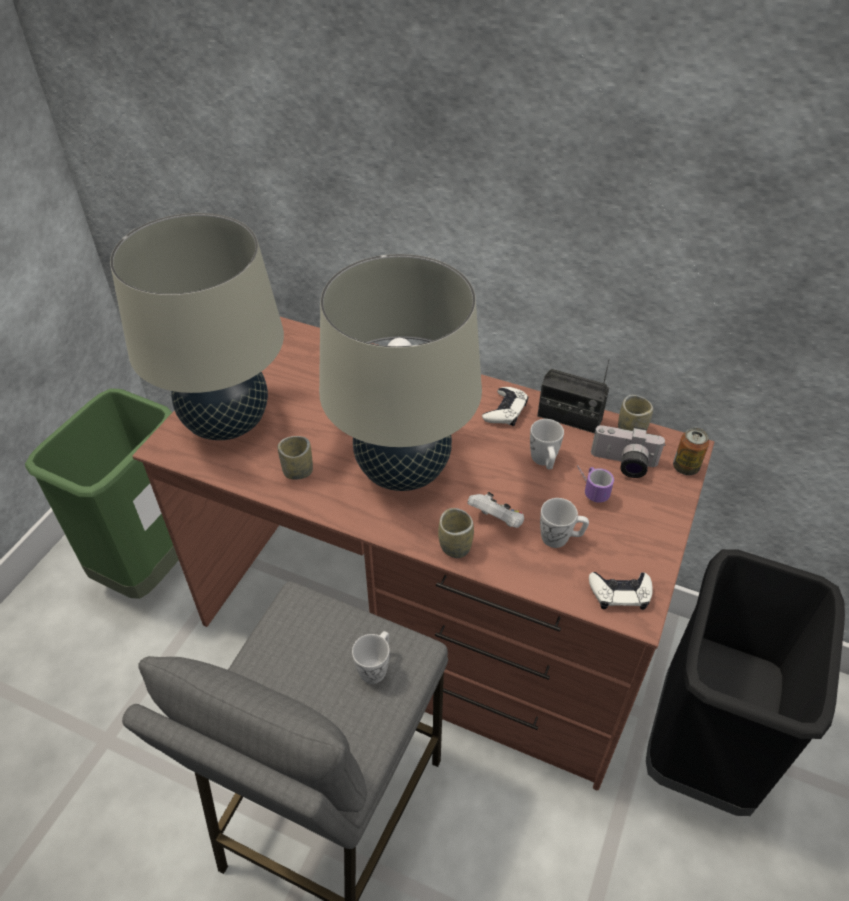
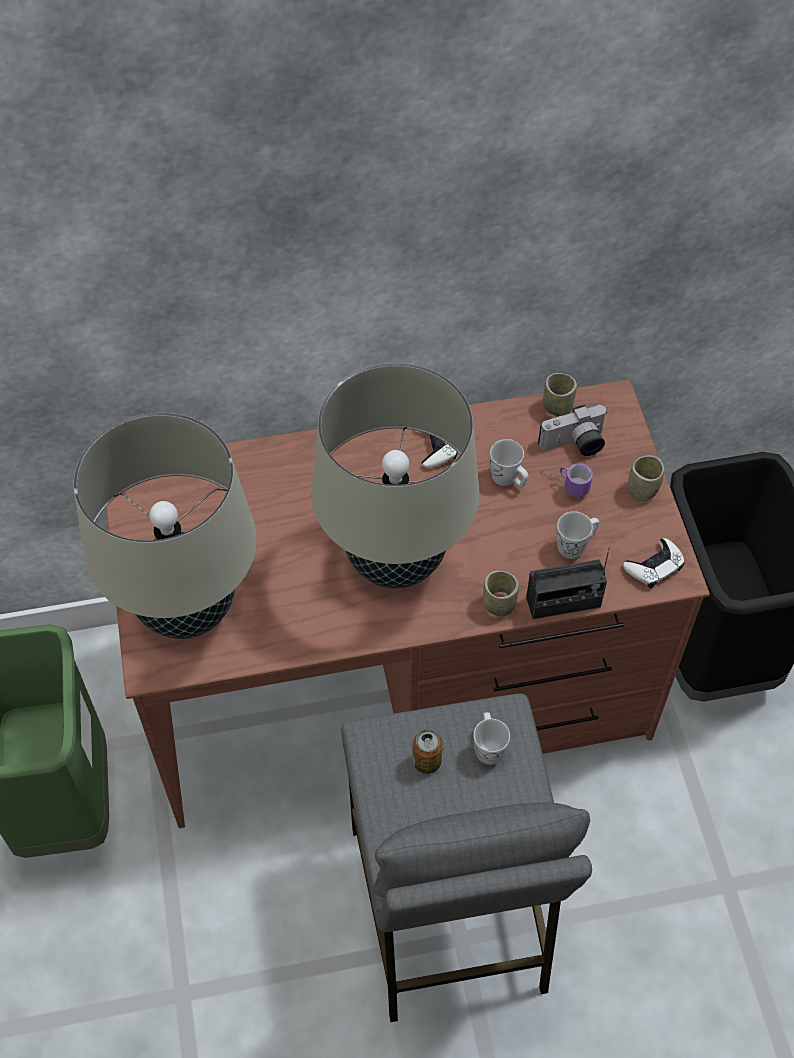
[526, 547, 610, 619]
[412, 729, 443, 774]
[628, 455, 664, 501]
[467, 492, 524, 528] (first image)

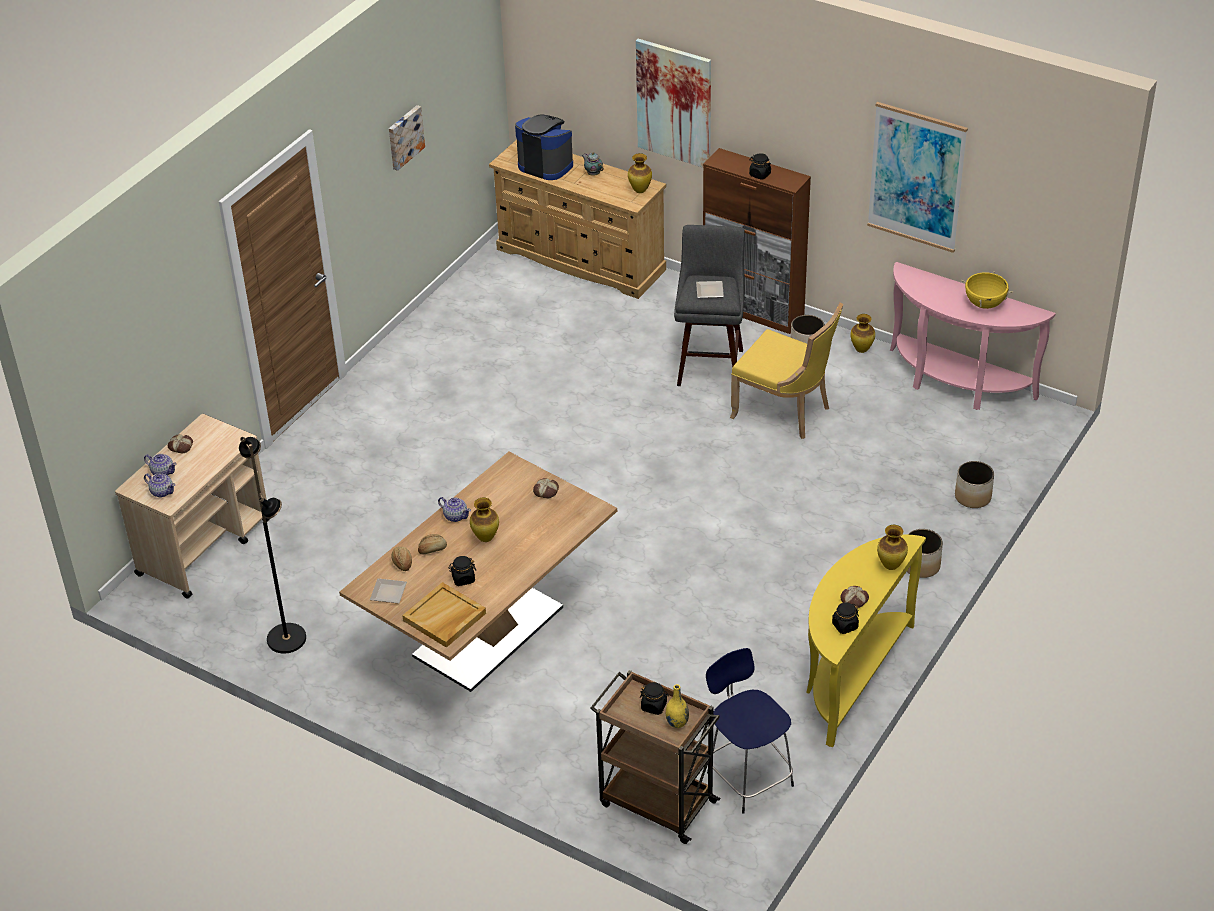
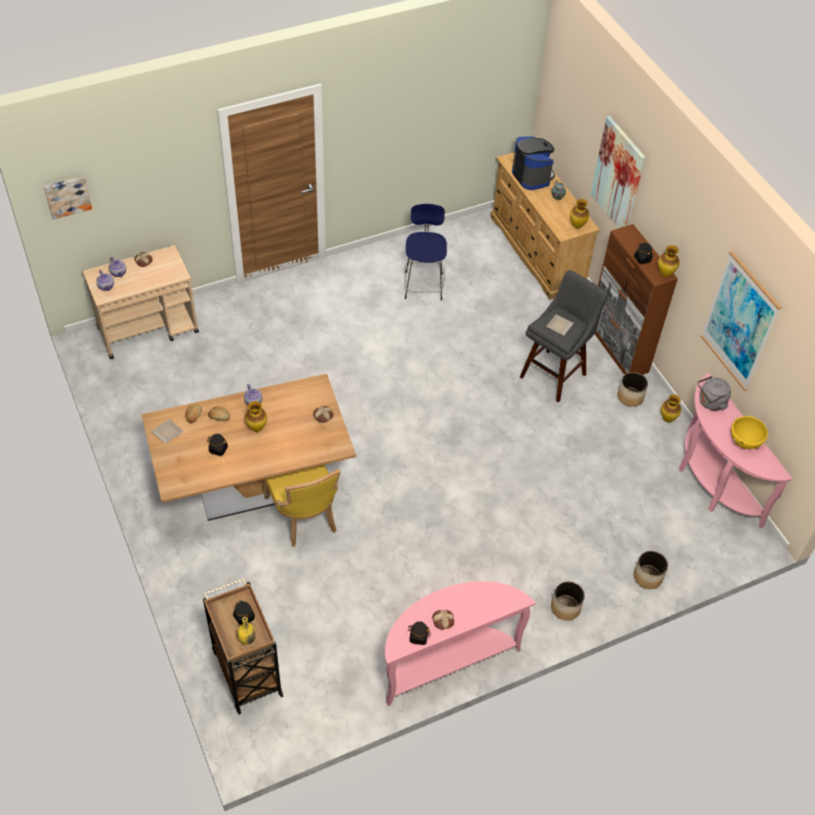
[44, 176, 92, 219]
[262, 464, 340, 547]
[239, 437, 306, 653] (first image)
[658, 245, 680, 277]
[385, 581, 536, 706]
[402, 582, 486, 648] (first image)
[404, 204, 447, 301]
[698, 376, 731, 410]

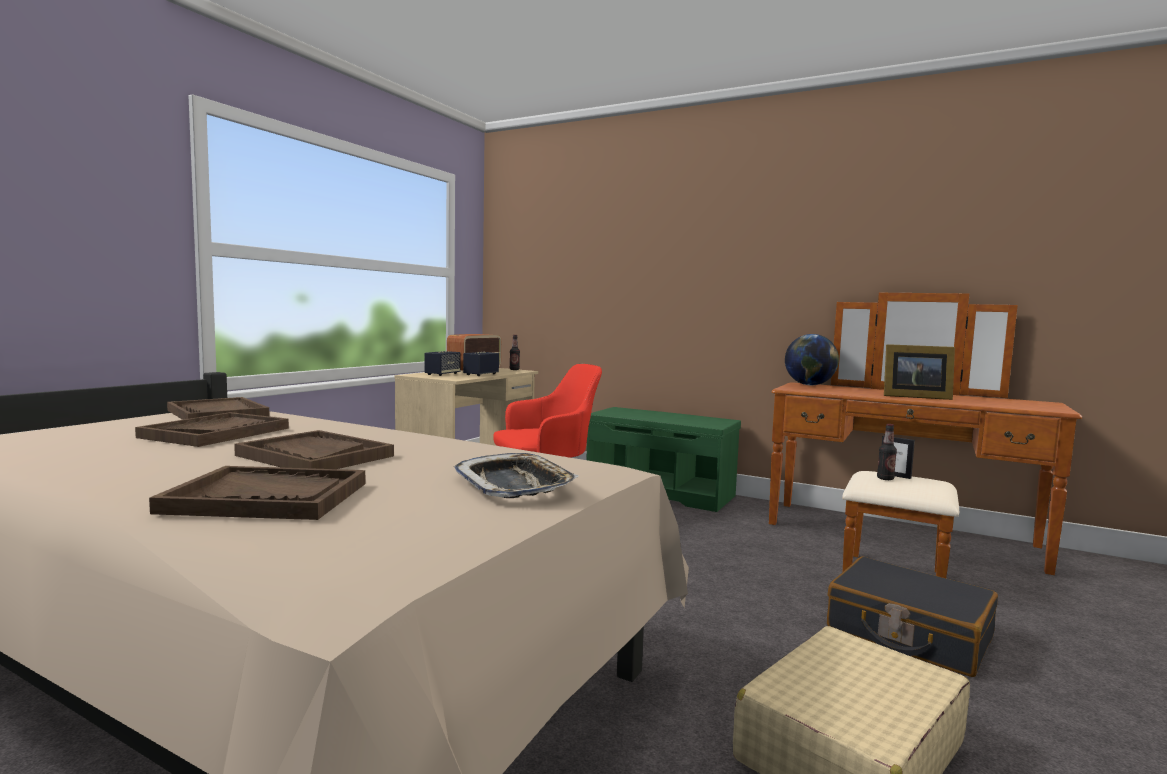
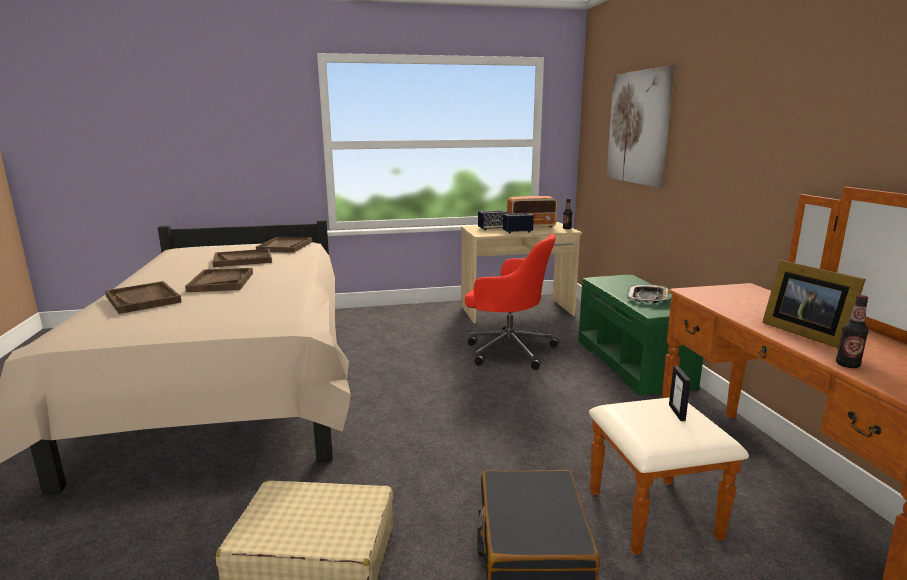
[785, 334, 839, 385] (first image)
[836, 295, 869, 368]
[627, 284, 669, 303]
[606, 65, 675, 188]

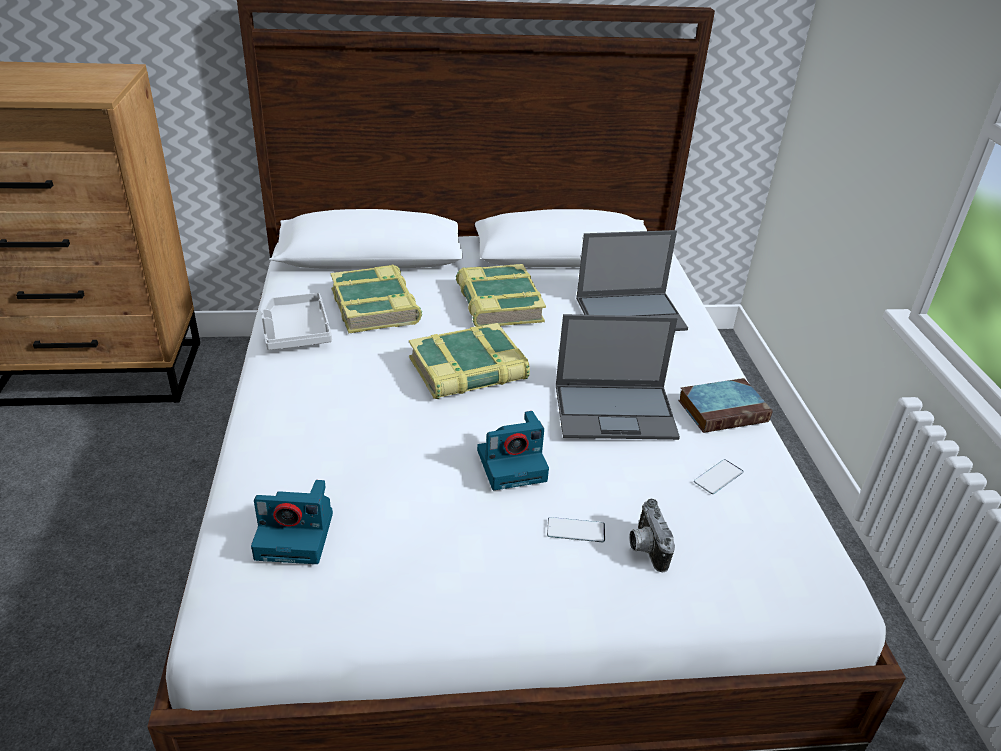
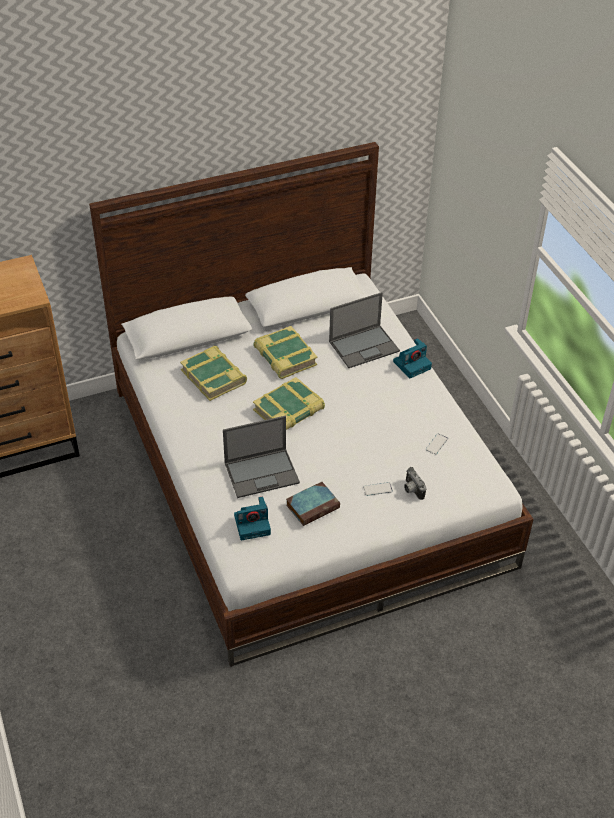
[261, 293, 332, 350] (first image)
[223, 416, 300, 498]
[286, 482, 340, 526]
[393, 338, 432, 378]

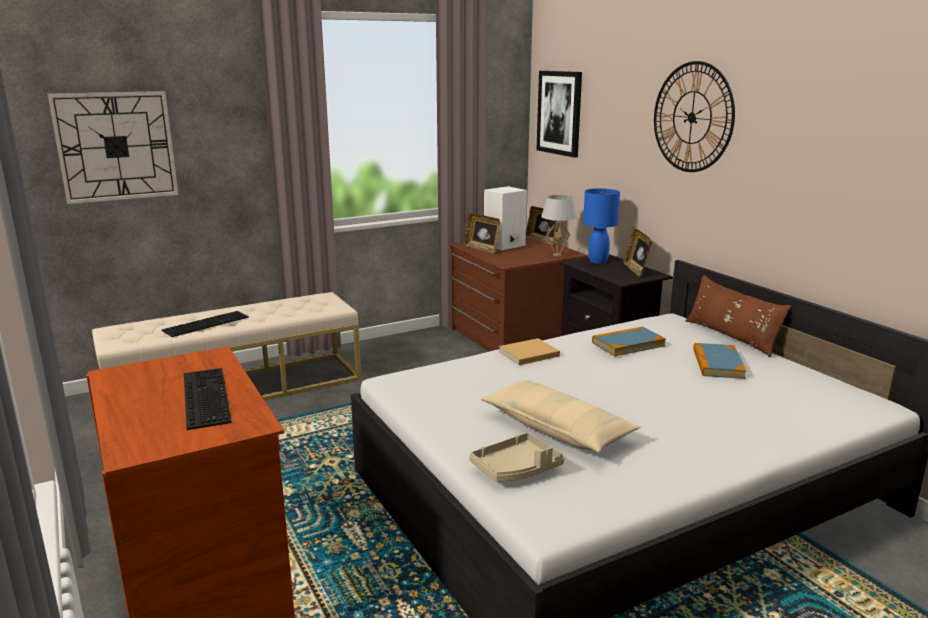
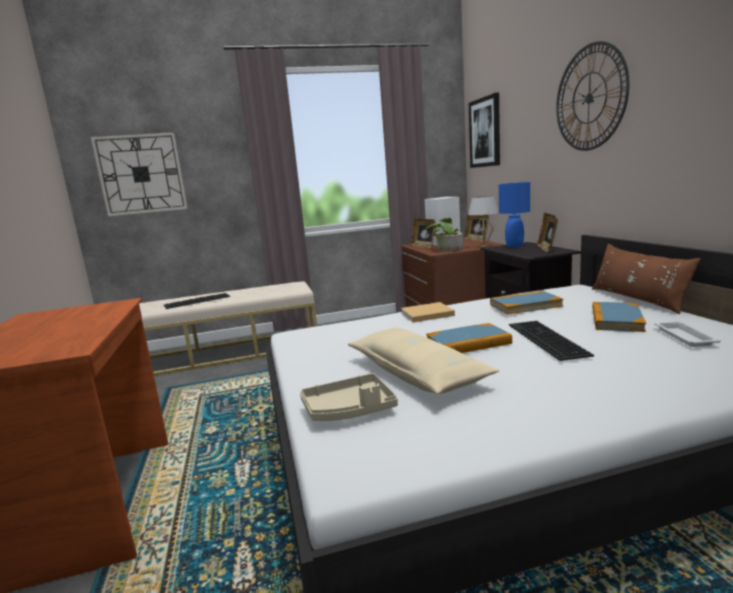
[509, 321, 594, 361]
[426, 218, 463, 252]
[654, 321, 721, 347]
[426, 323, 512, 353]

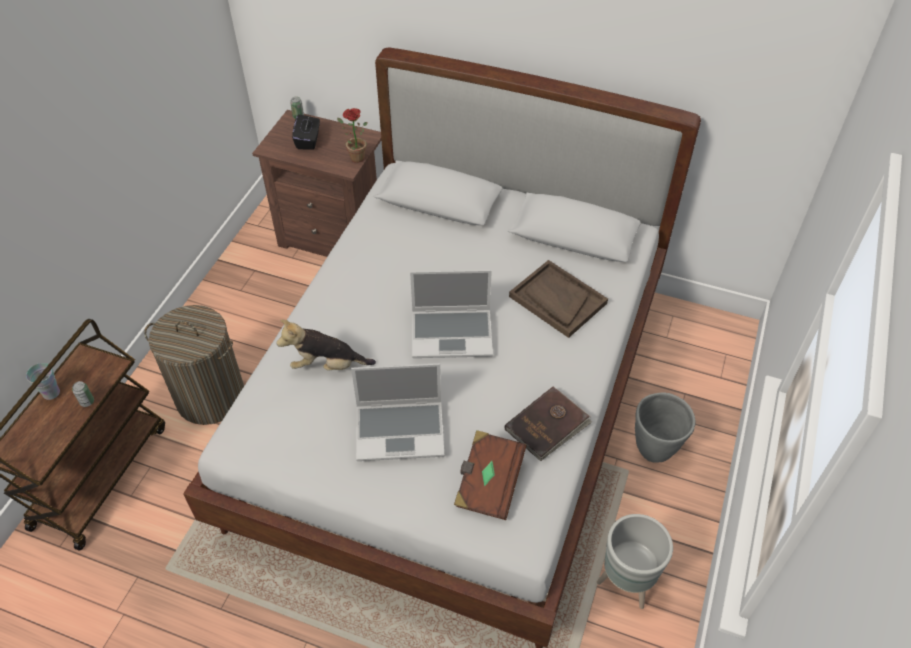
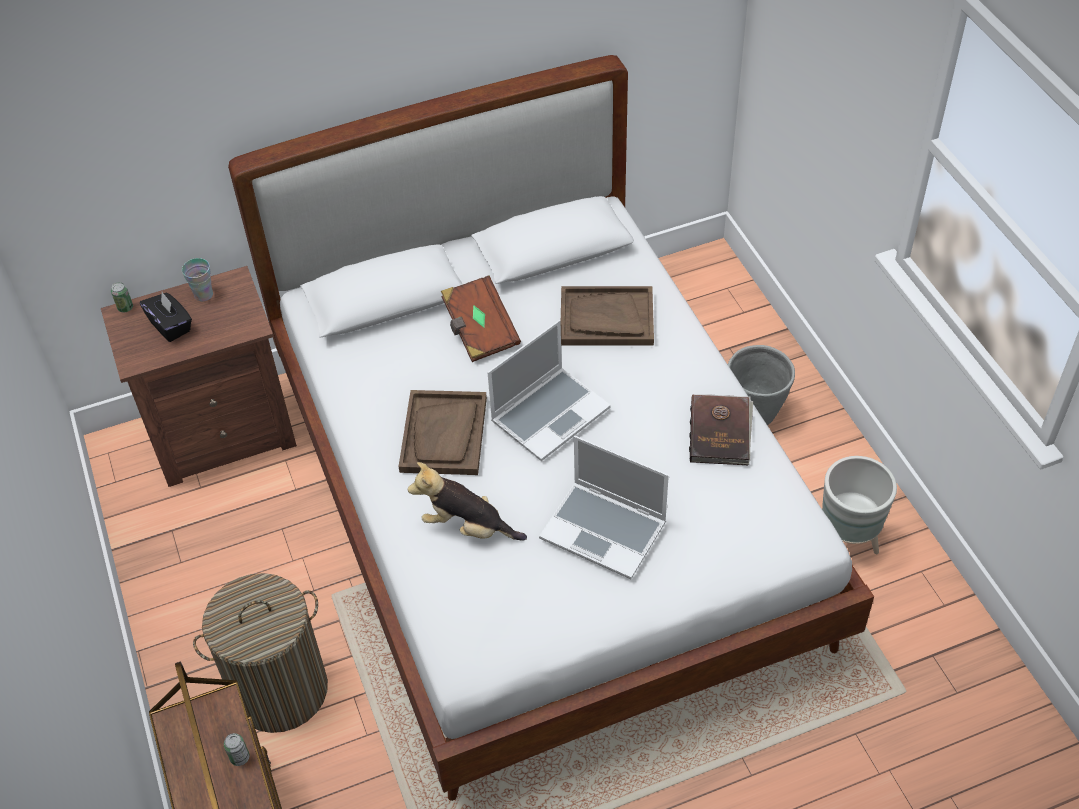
[337, 108, 367, 163] (first image)
[408, 462, 527, 541]
[182, 258, 213, 301]
[539, 436, 669, 579]
[441, 275, 521, 362]
[398, 390, 487, 475]

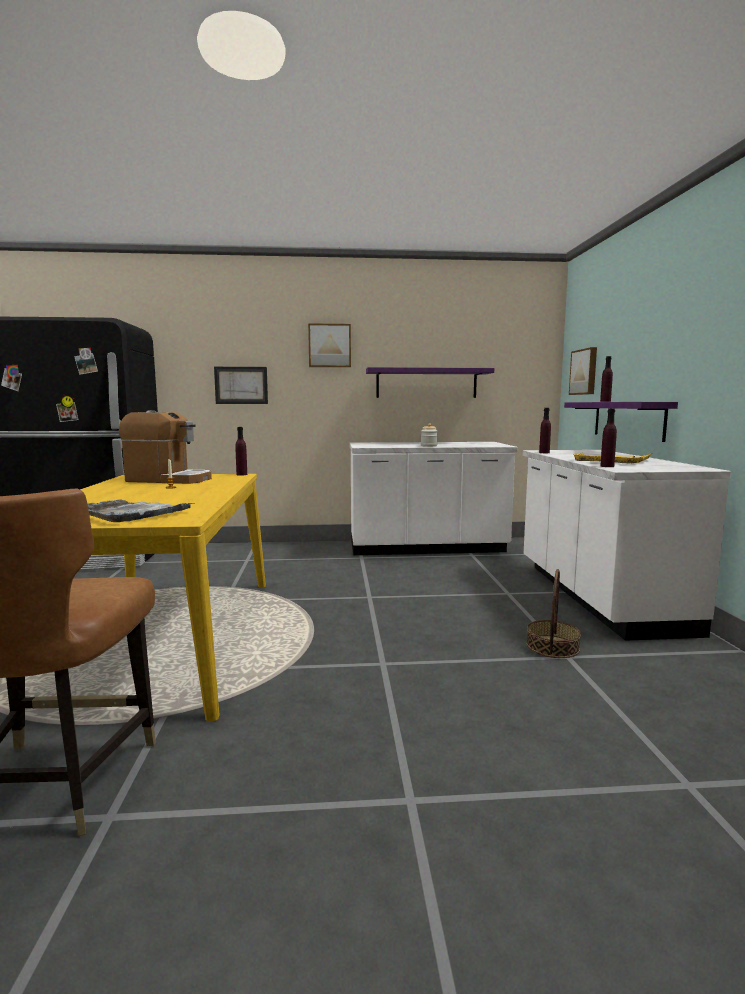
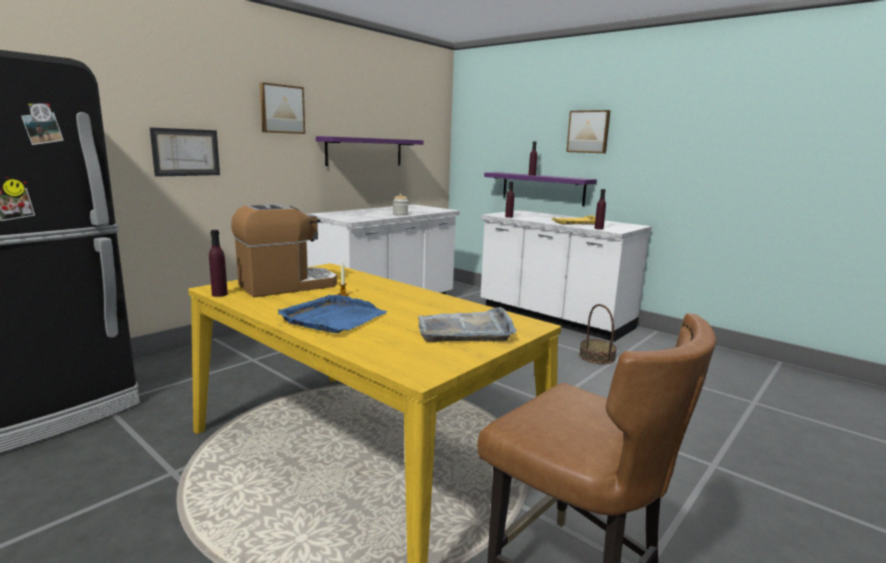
[566, 110, 611, 153]
[209, 230, 228, 297]
[278, 295, 387, 333]

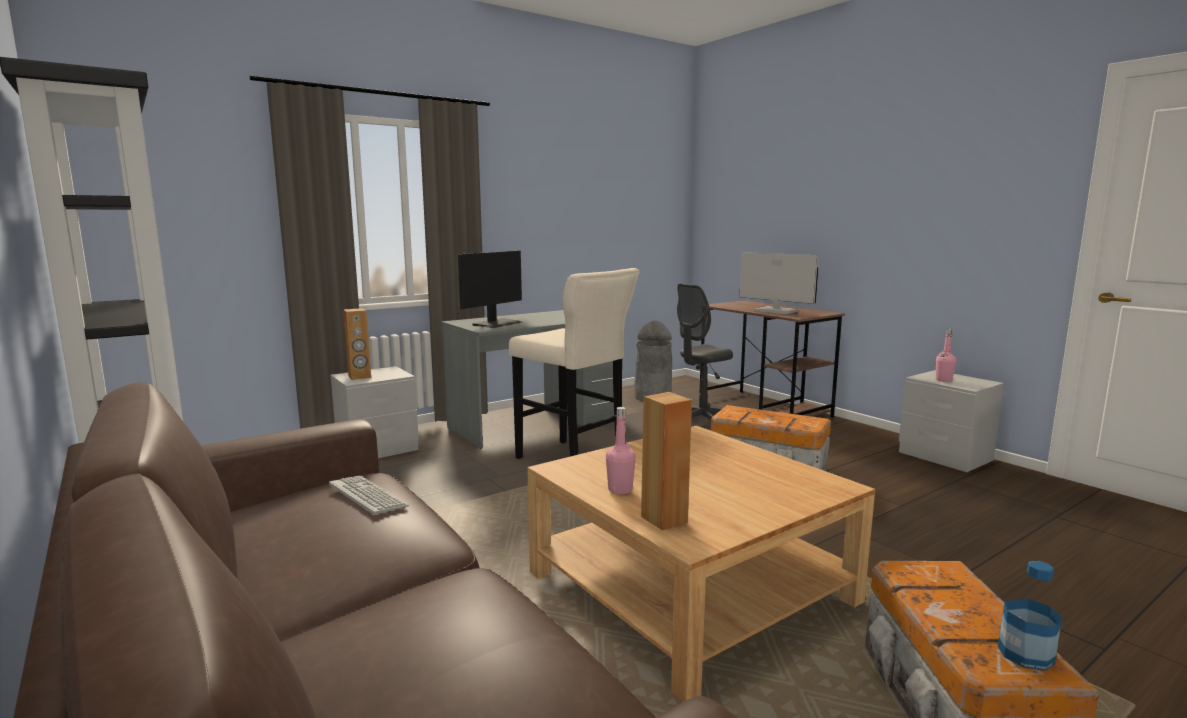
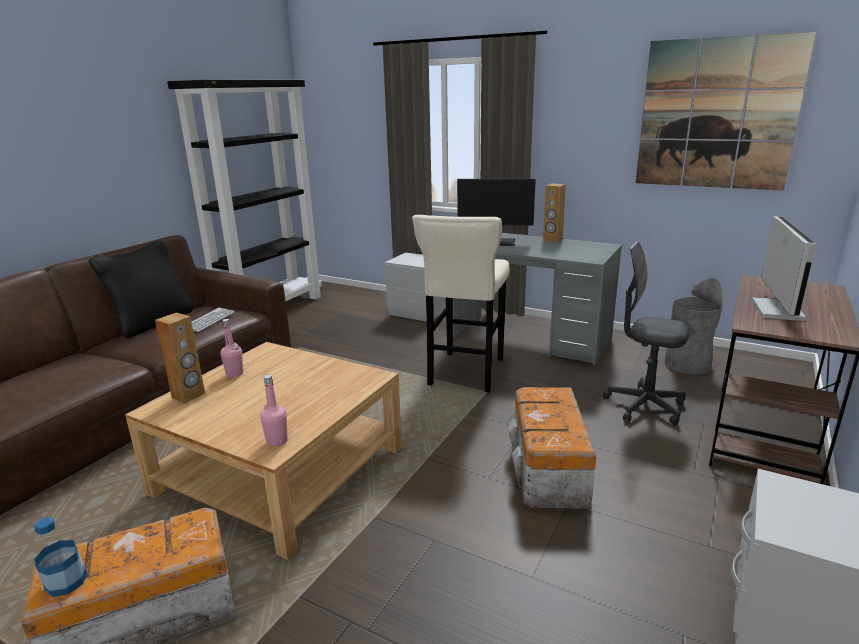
[543, 183, 566, 242]
[260, 374, 288, 446]
[635, 32, 816, 191]
[89, 241, 193, 339]

